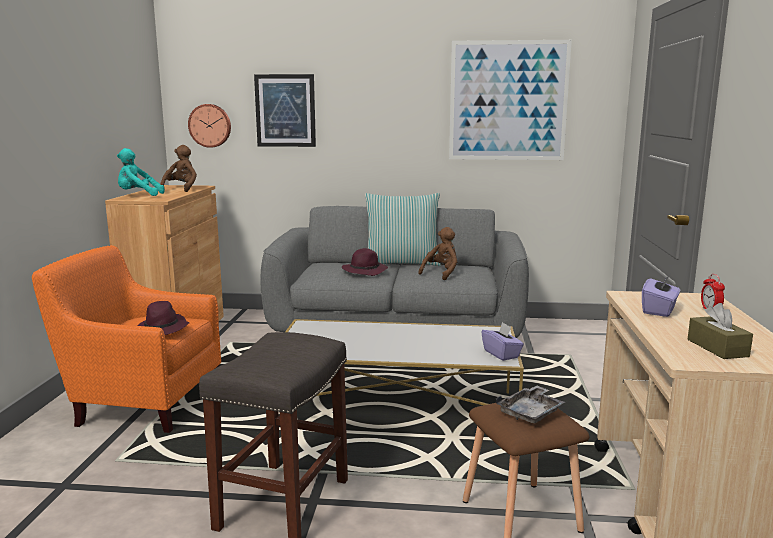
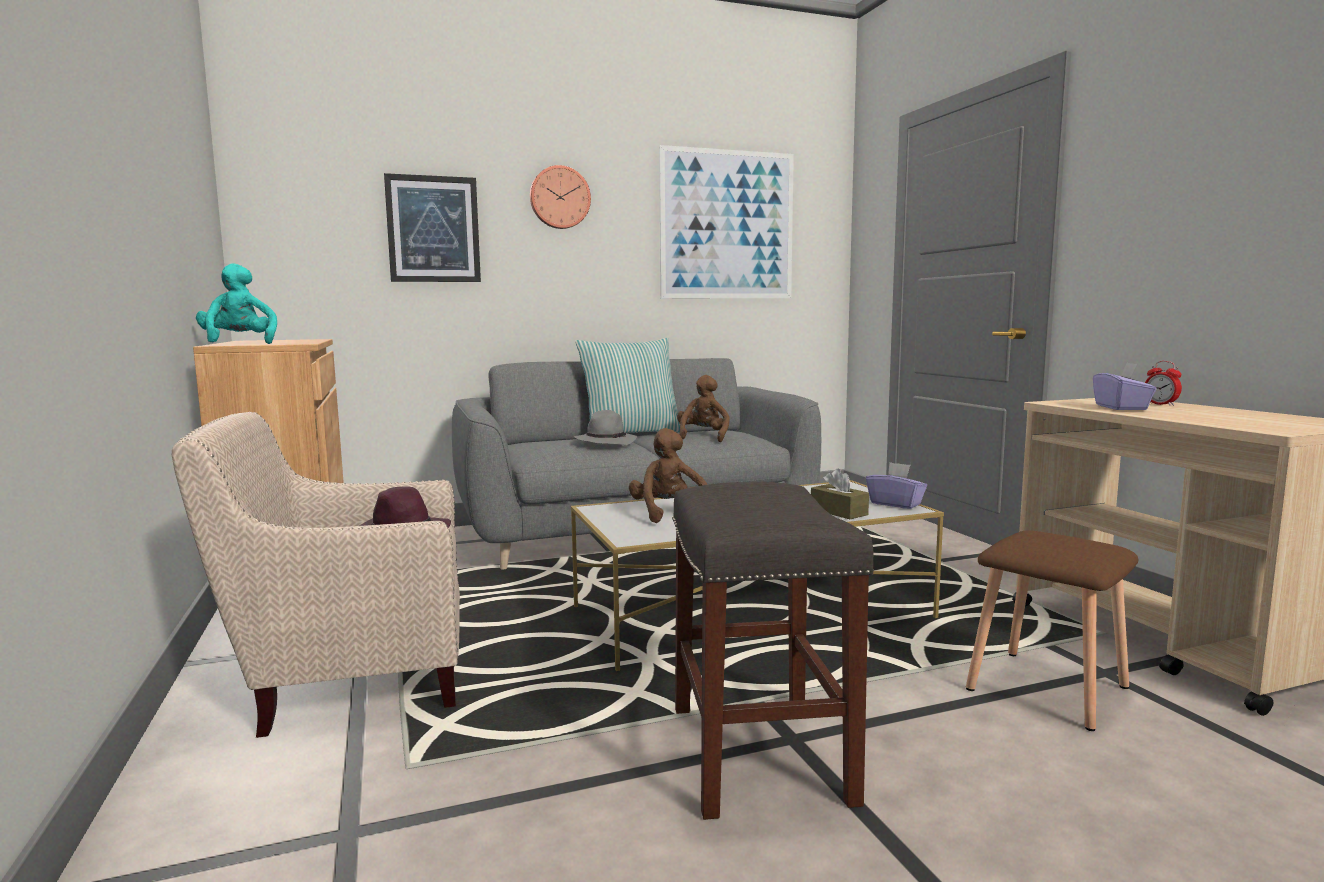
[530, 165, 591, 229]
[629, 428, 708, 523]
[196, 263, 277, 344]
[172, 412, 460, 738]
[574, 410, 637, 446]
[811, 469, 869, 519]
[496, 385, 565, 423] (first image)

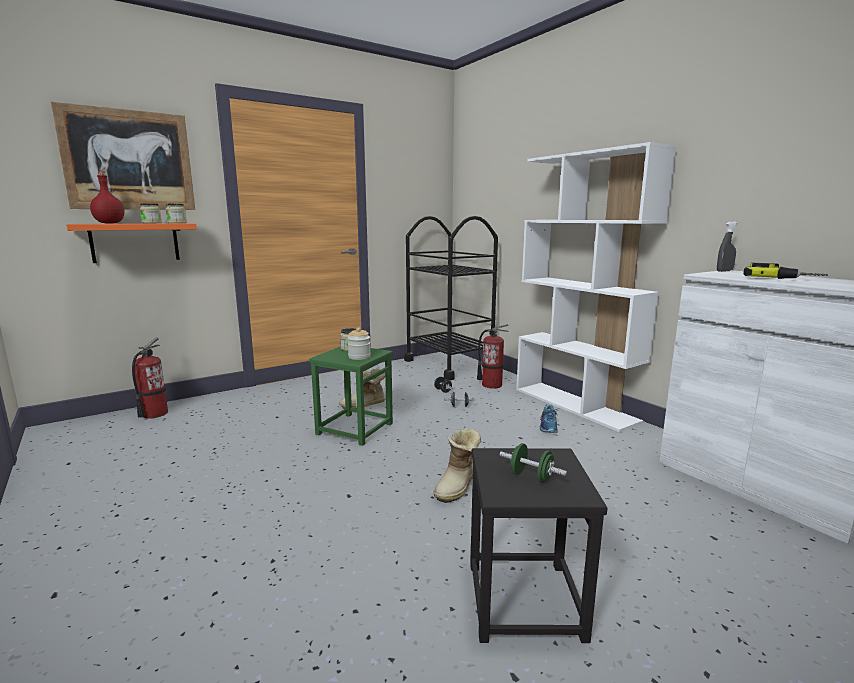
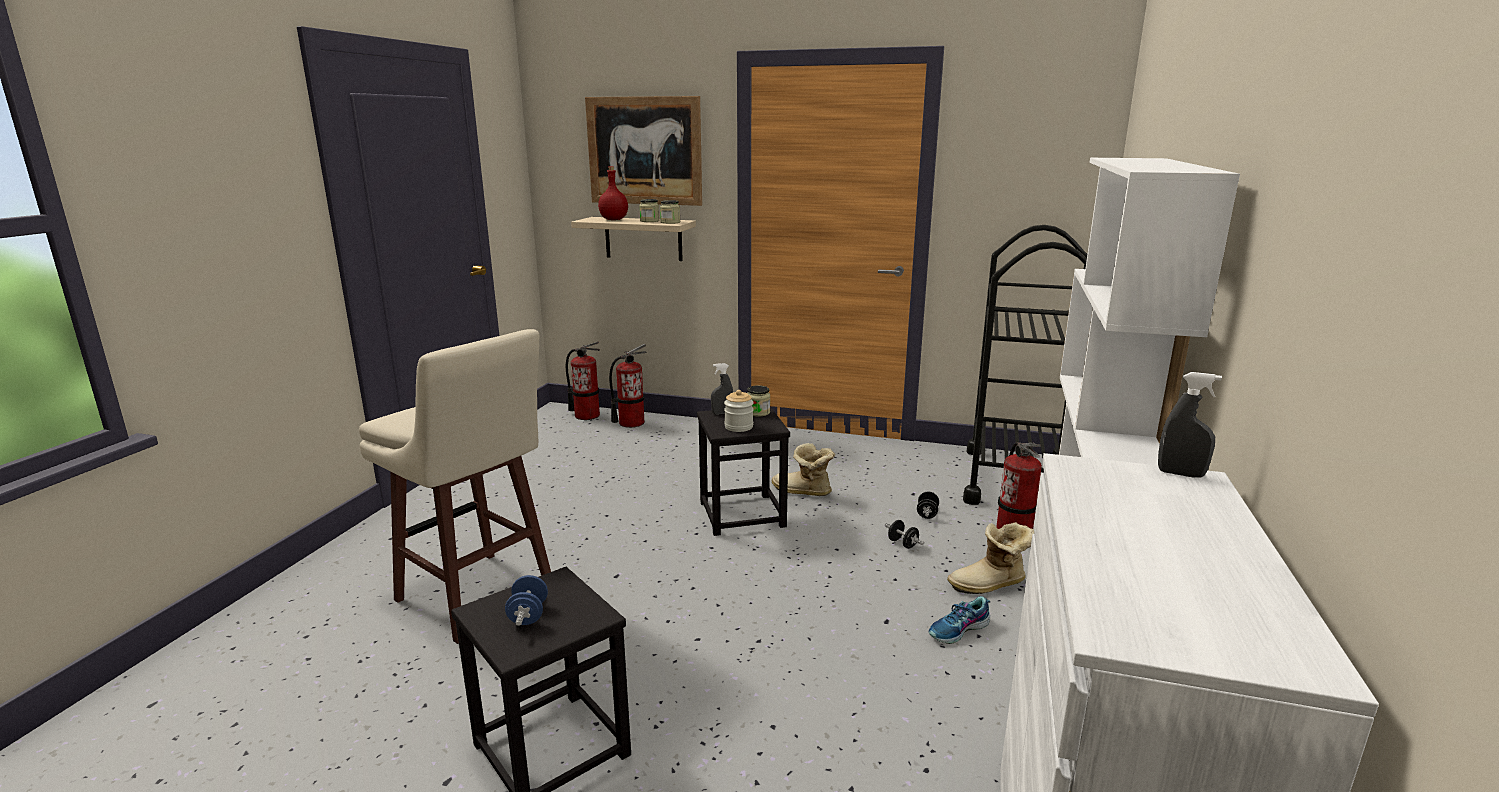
[571, 217, 696, 261]
[743, 263, 828, 279] (first image)
[697, 407, 790, 536]
[947, 522, 1034, 594]
[505, 575, 548, 626]
[359, 329, 551, 644]
[566, 342, 600, 420]
[711, 363, 733, 414]

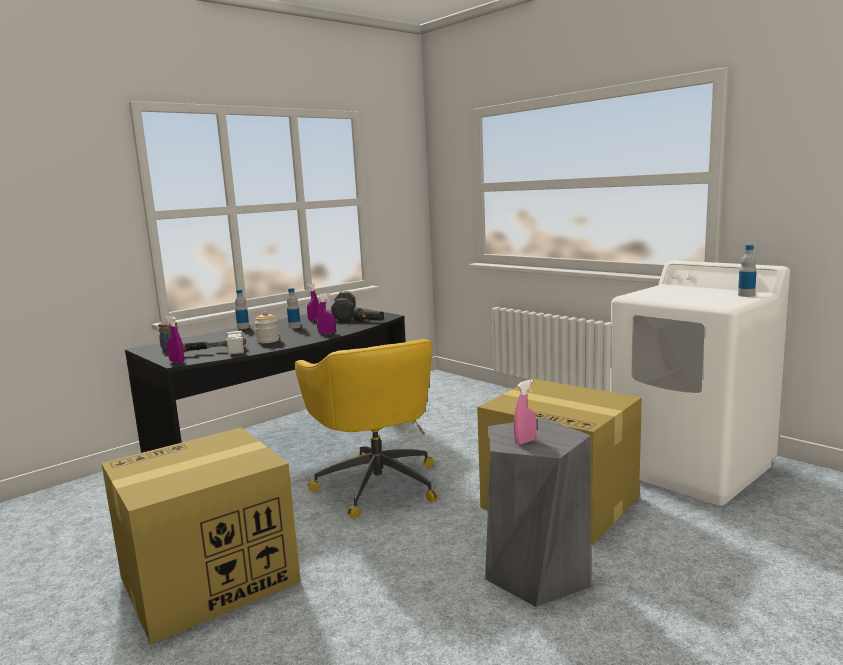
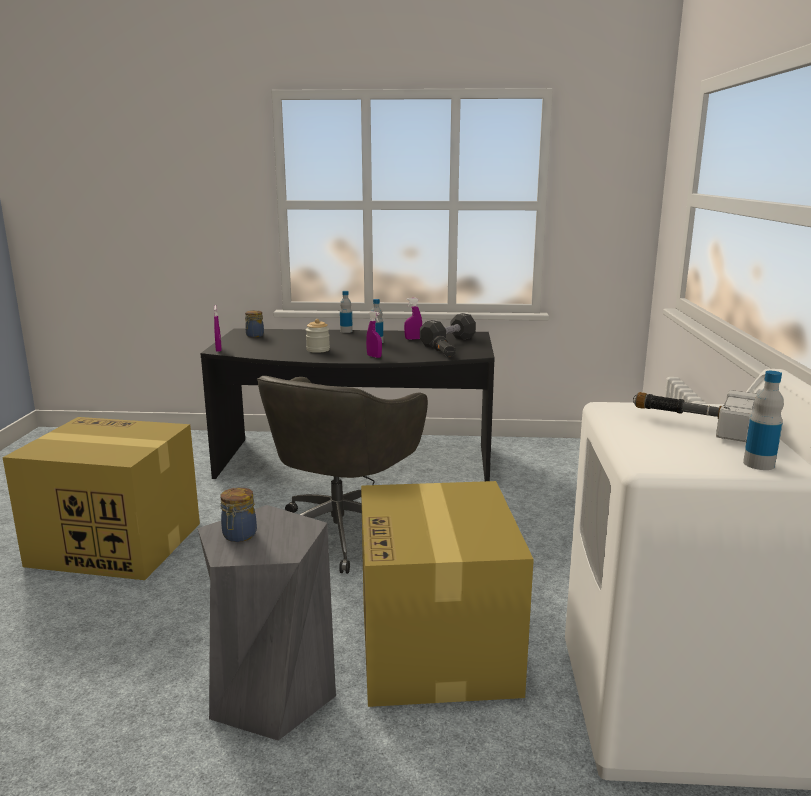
[633, 390, 757, 442]
[257, 376, 428, 574]
[220, 487, 257, 542]

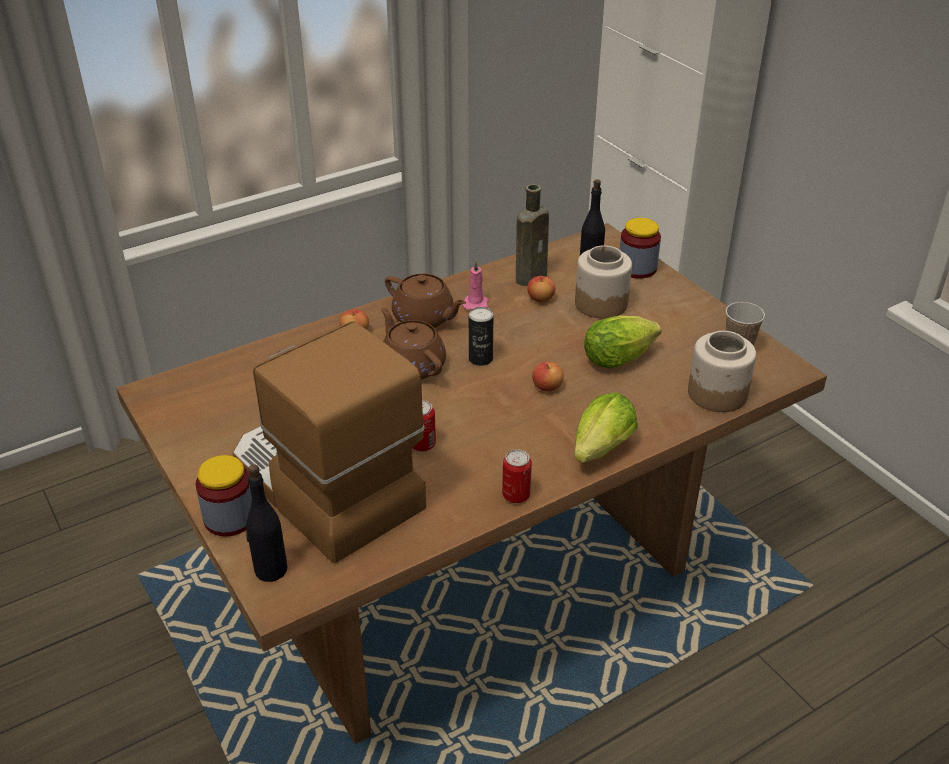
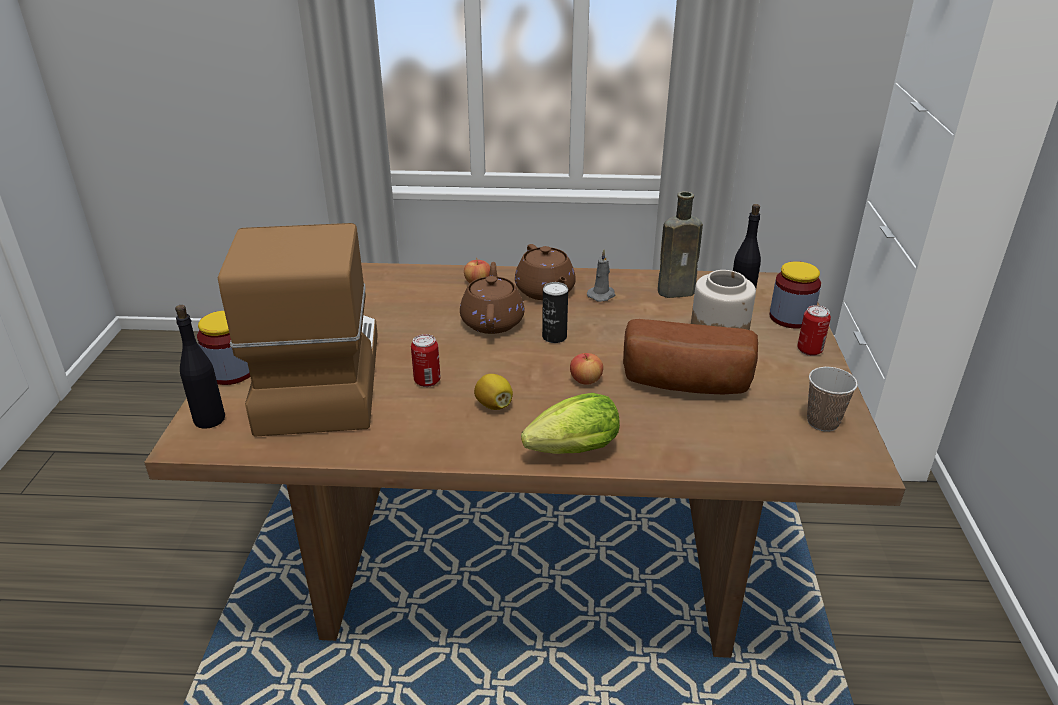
[587, 249, 615, 302]
[527, 276, 555, 303] (first image)
[623, 319, 758, 394]
[688, 331, 756, 412] (first image)
[797, 305, 831, 356]
[474, 374, 513, 410]

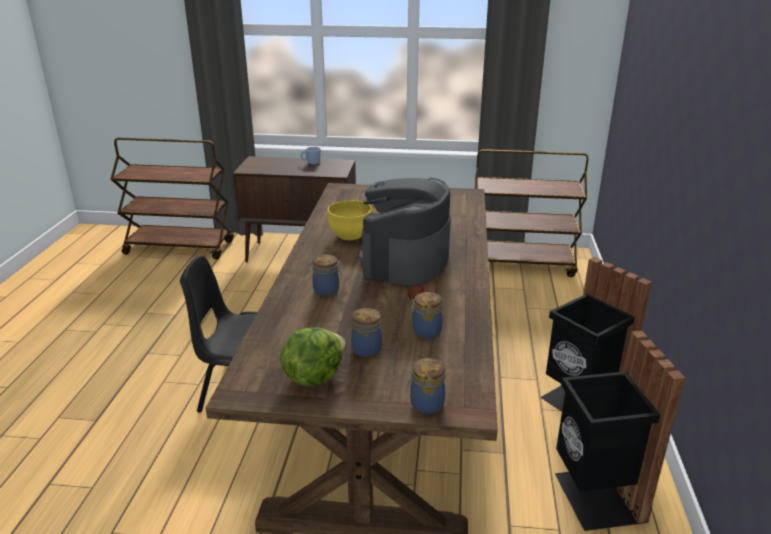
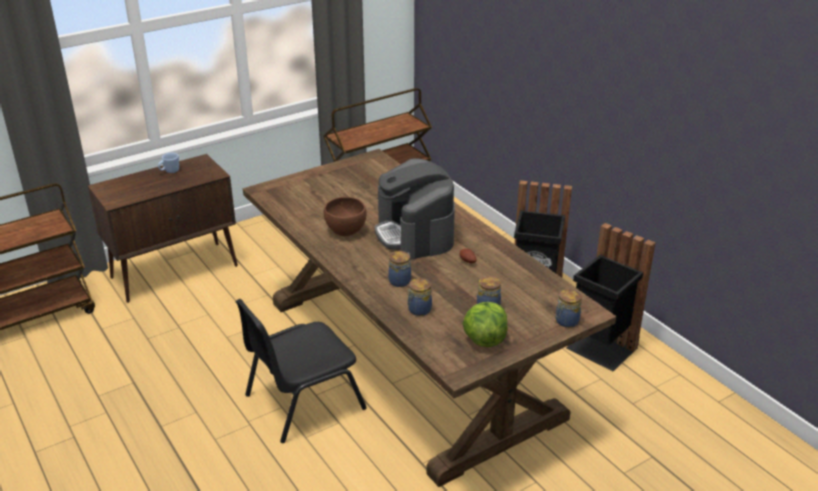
[324, 197, 366, 236]
[407, 278, 432, 316]

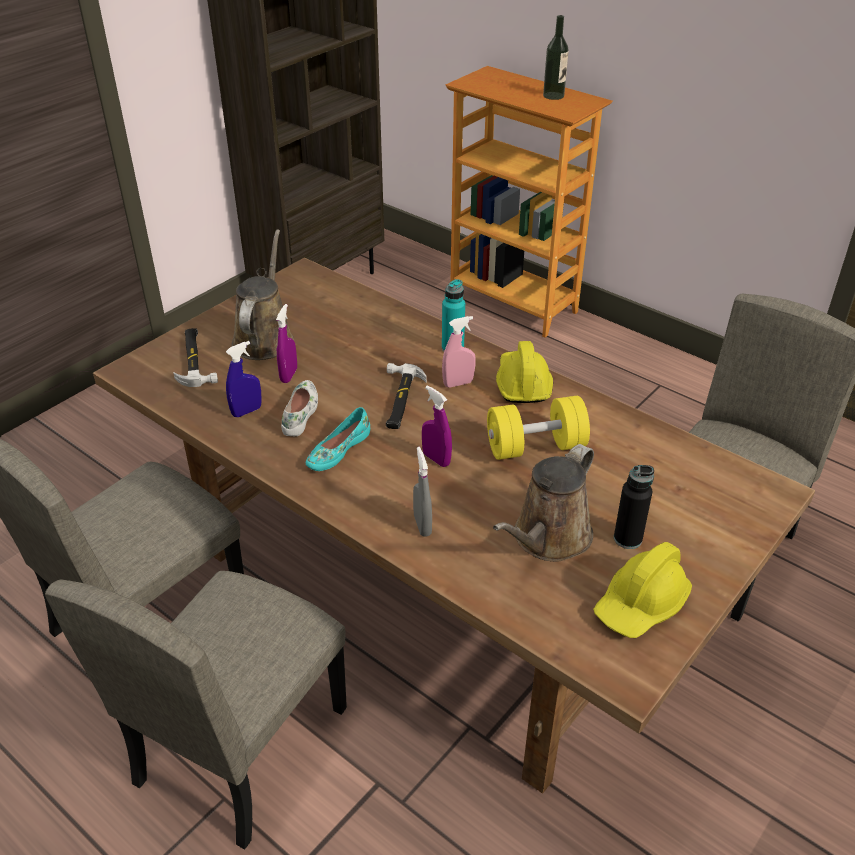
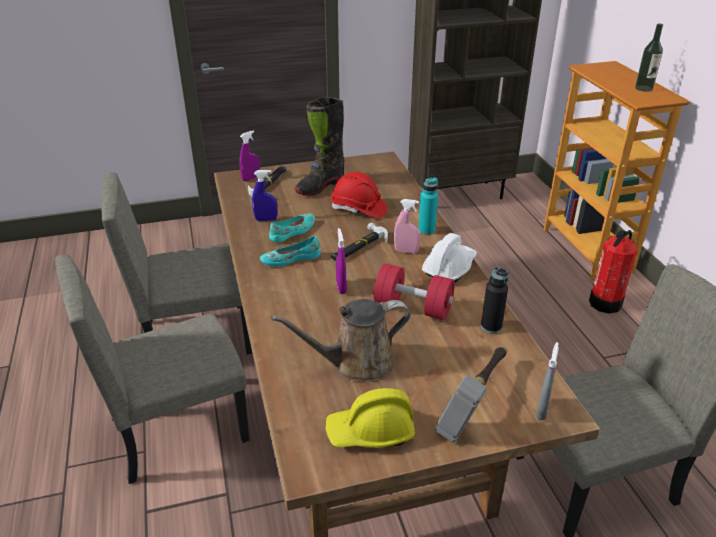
[294, 96, 345, 196]
[239, 130, 260, 182]
[422, 233, 477, 282]
[269, 214, 315, 243]
[374, 263, 455, 320]
[536, 342, 559, 420]
[481, 267, 509, 333]
[331, 172, 387, 218]
[589, 230, 638, 314]
[434, 345, 507, 442]

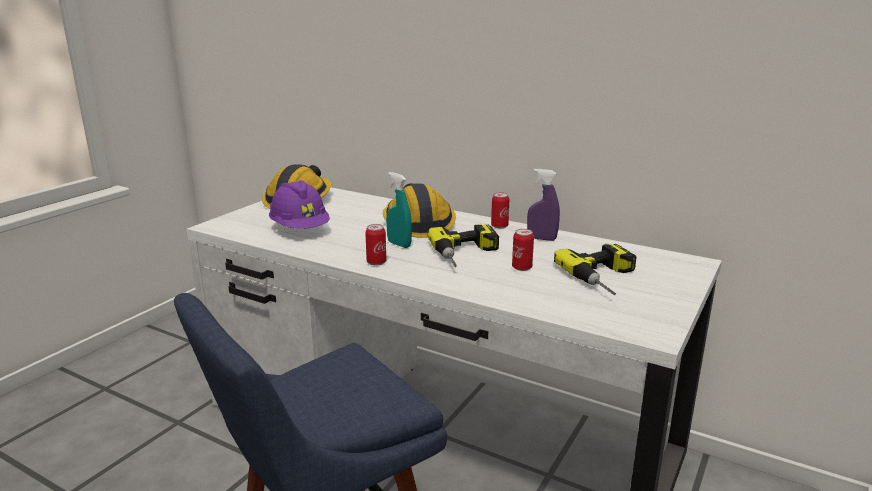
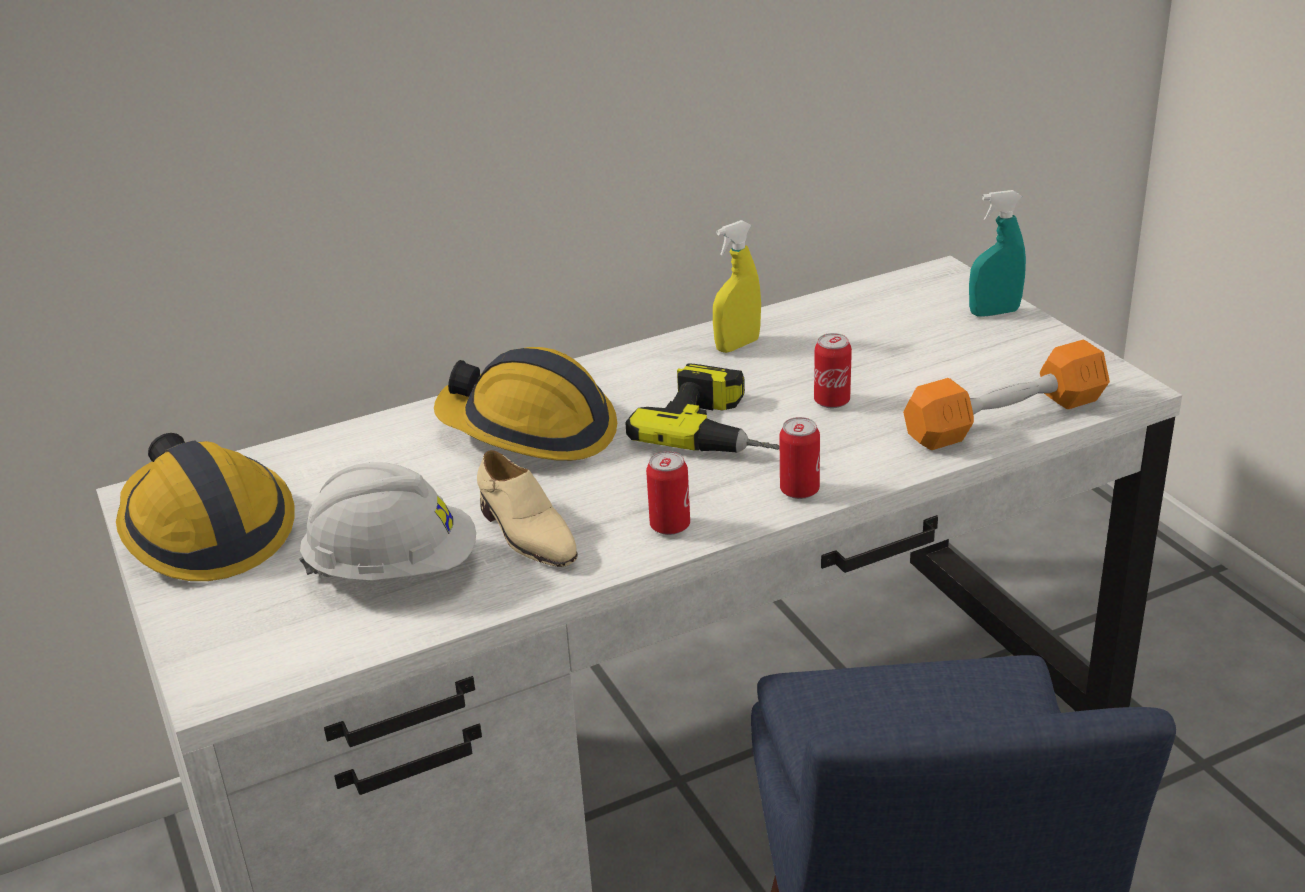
[713, 220, 761, 353]
[969, 190, 1026, 317]
[299, 462, 476, 580]
[779, 417, 820, 499]
[554, 243, 636, 295] (first image)
[903, 340, 1110, 450]
[477, 450, 578, 567]

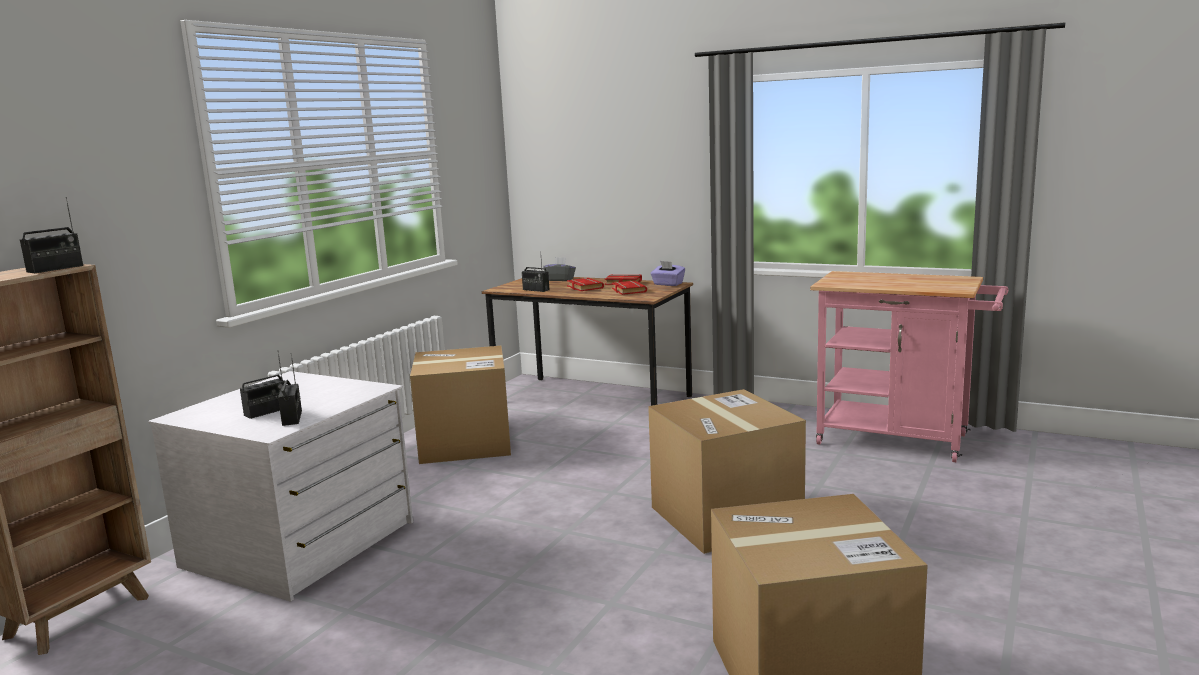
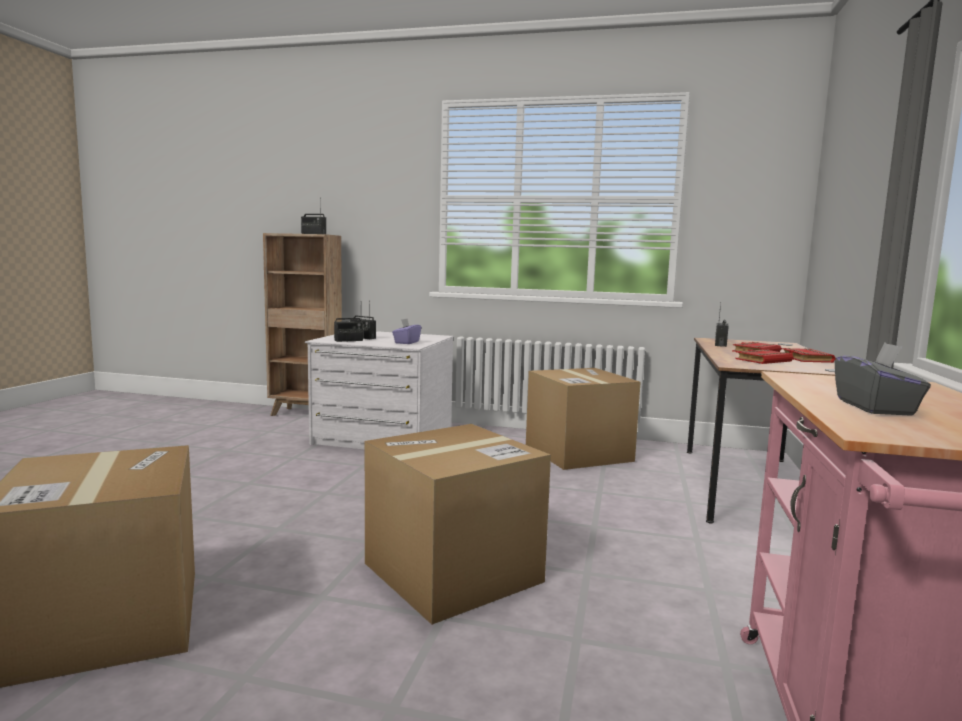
[835, 343, 931, 416]
[392, 319, 421, 344]

